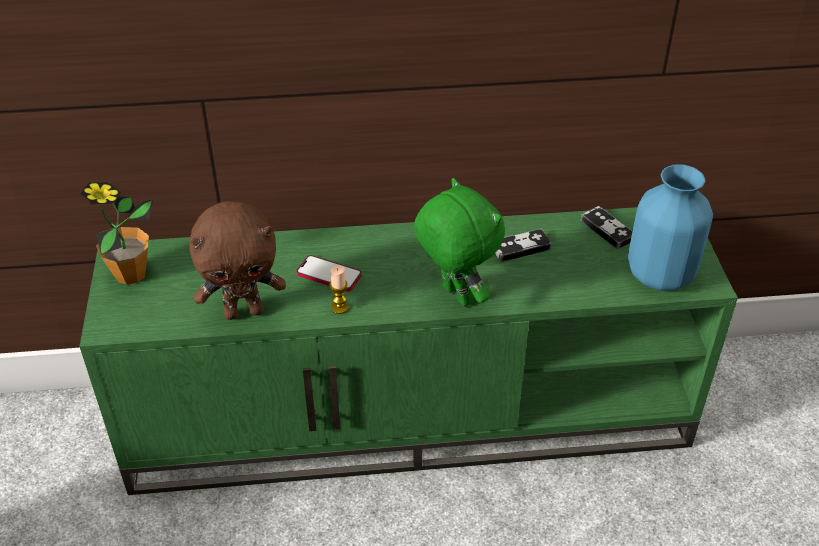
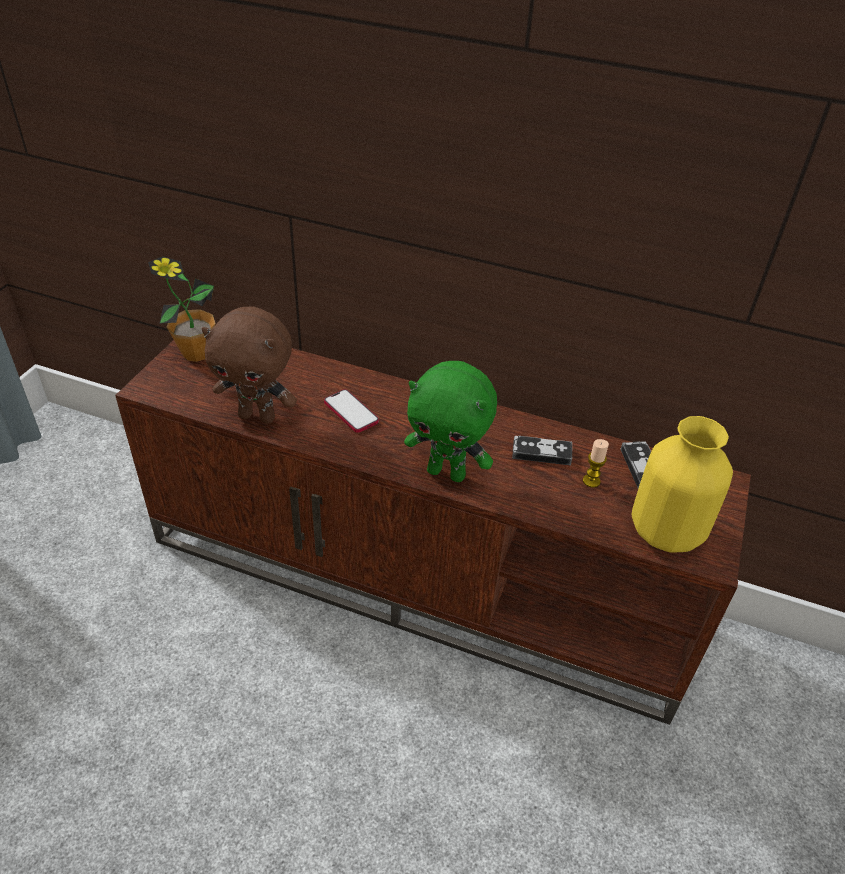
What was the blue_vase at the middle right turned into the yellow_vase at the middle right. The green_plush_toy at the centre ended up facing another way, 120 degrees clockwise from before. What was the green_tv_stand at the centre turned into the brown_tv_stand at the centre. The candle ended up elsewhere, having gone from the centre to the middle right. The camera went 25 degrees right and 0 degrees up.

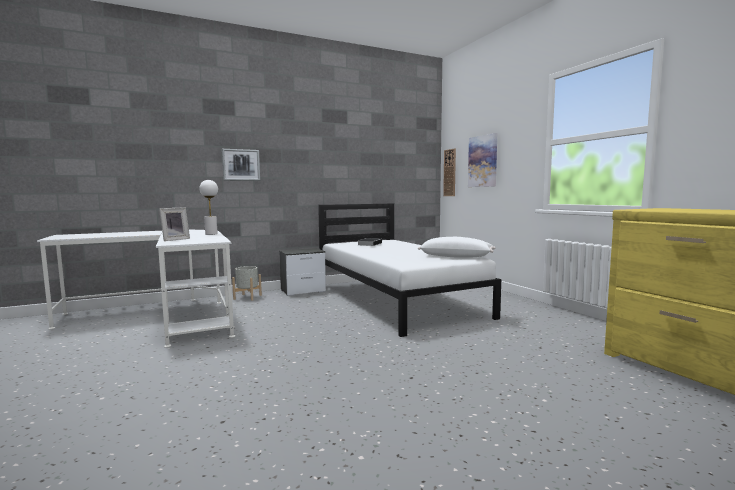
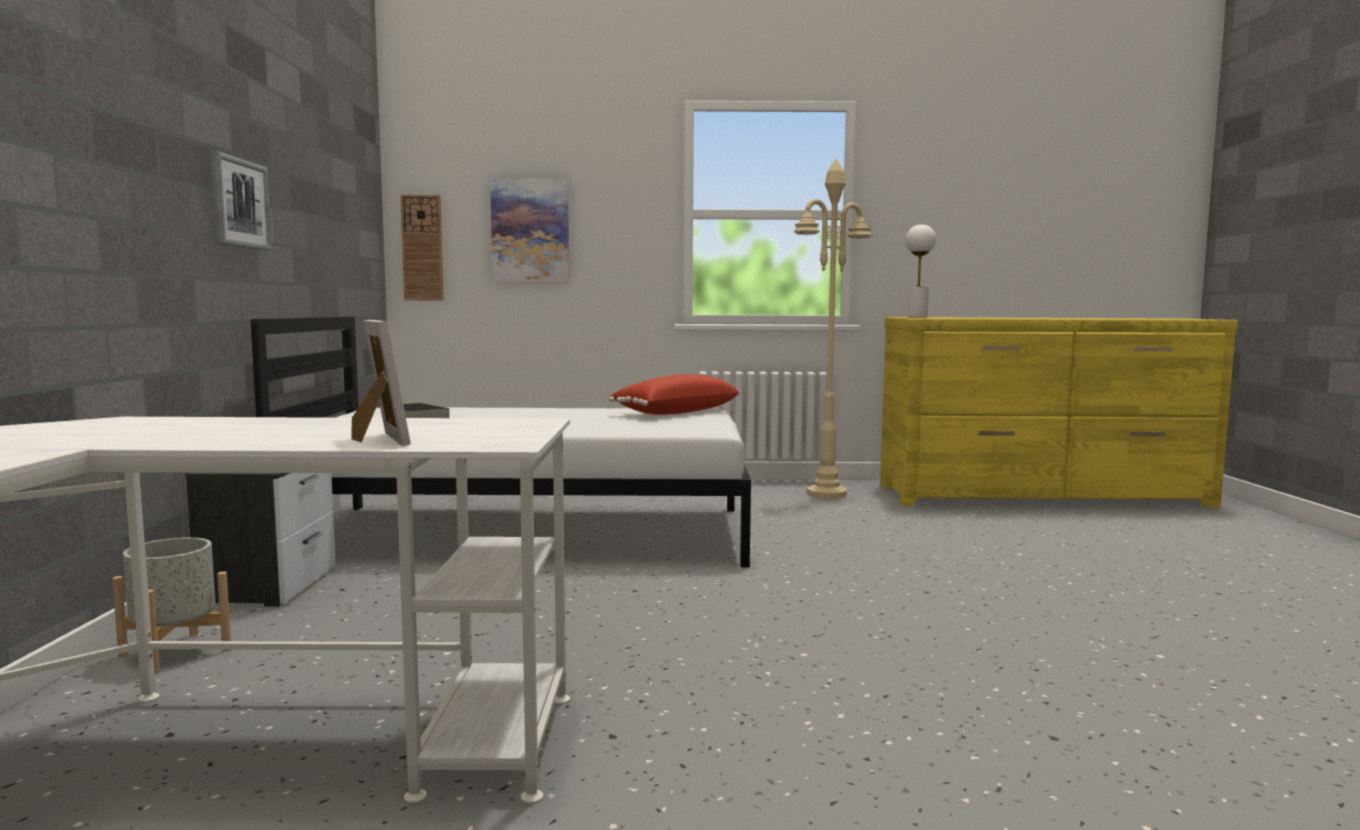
The picture (1st from left) ended up elsewhere, having gone from the middle left to the top left. The white_table_lamp ended up elsewhere, having gone from the middle left to the top right. What was the white_pillow at the centre turned into the red_pillow at the centre. The second view gained the beige_floor_lamp at the centre. The camera went 65 degrees left and 0 degrees up.

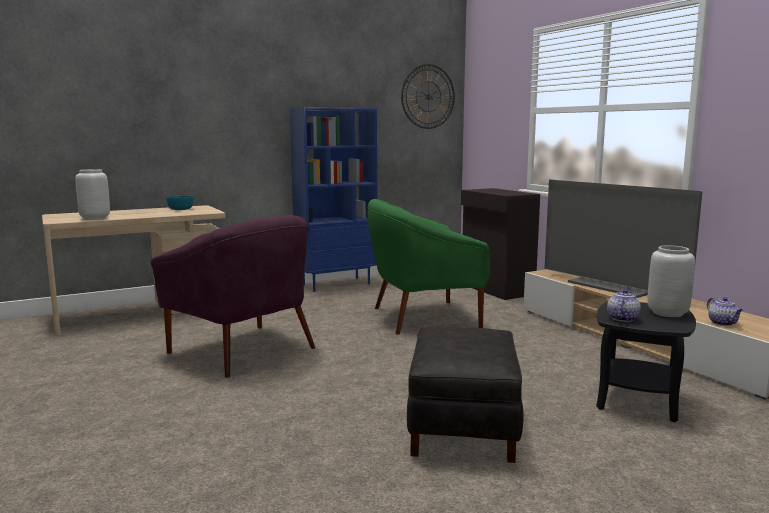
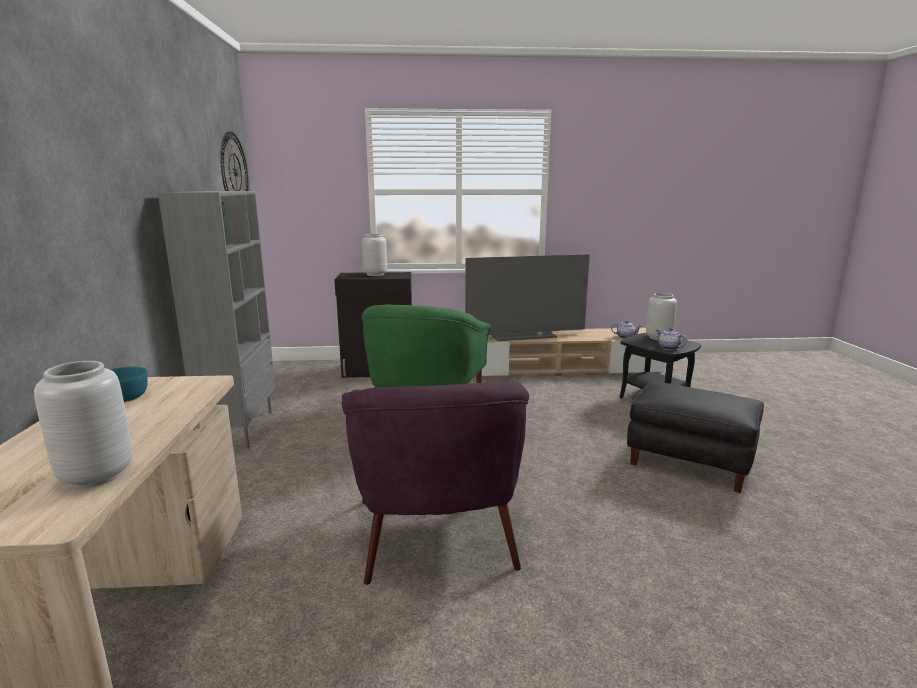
What was the blue_bookcase at the centre turned into the grey_bookcase at the middle left. The purple_armchair at the middle left ended up facing another way, 105 degrees clockwise from before. The second view gained the grey_vase (2nd from left) at the centre. The camera went 65 degrees left and 5 degrees up.

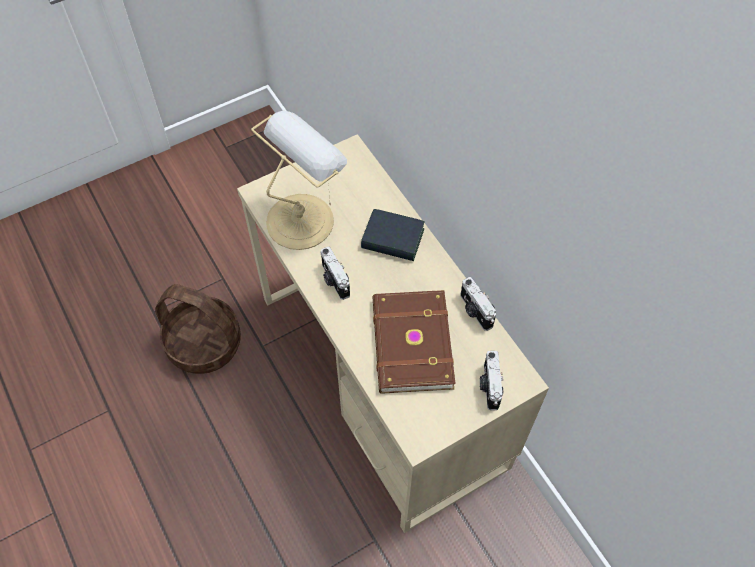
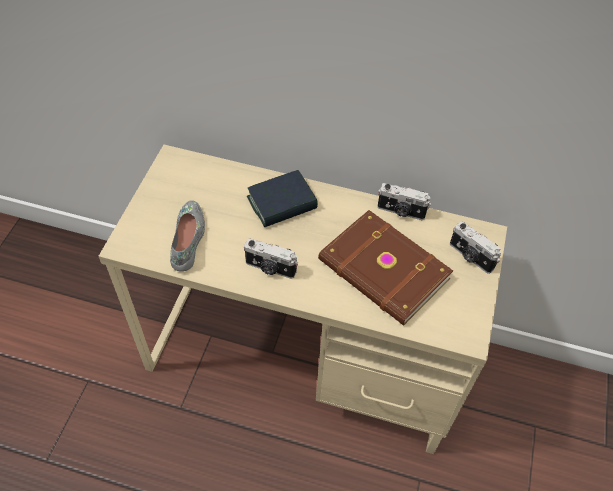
Where the table_lamp stood at the top centre, the grey_shoe came to stand at the middle left. The second view lost the basket at the middle left. The camera went 45 degrees left and 5 degrees down.

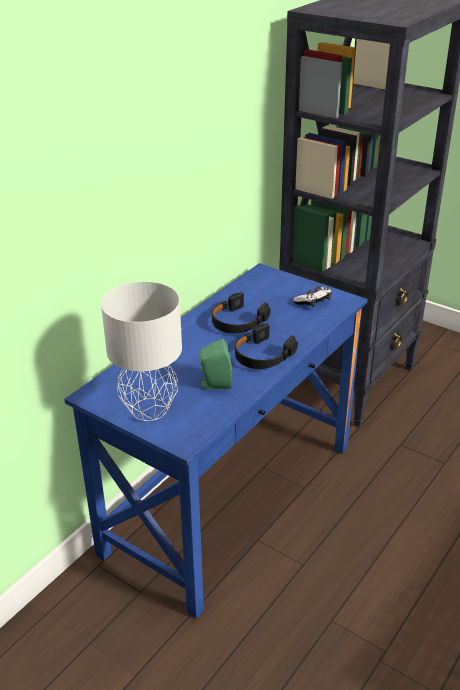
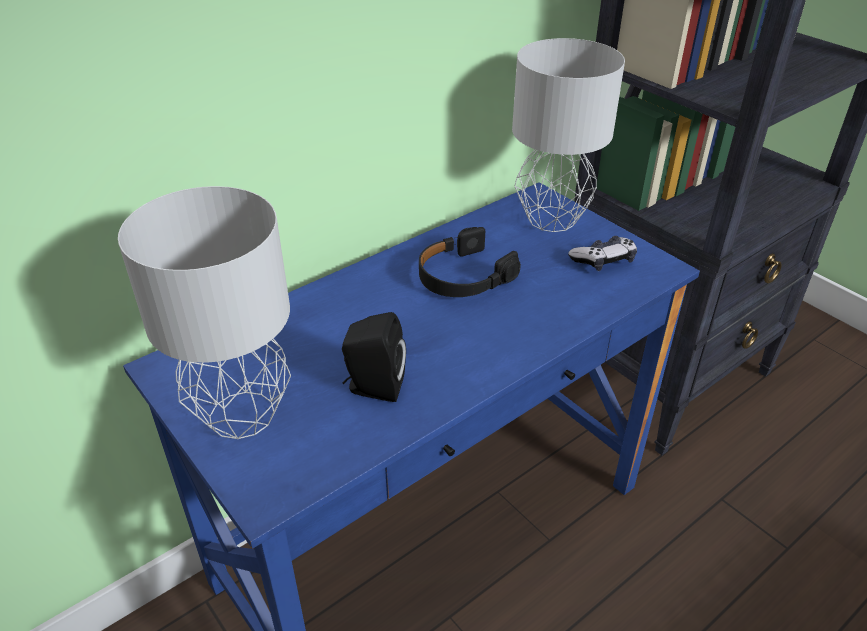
The second view lost the black_headphones (2nd from left) at the centre. What was the green_speaker at the centre turned into the black_speaker at the centre. The second view gained the grey_table_lamp (2nd from left) at the top centre. The camera went 15 degrees right and 5 degrees up.

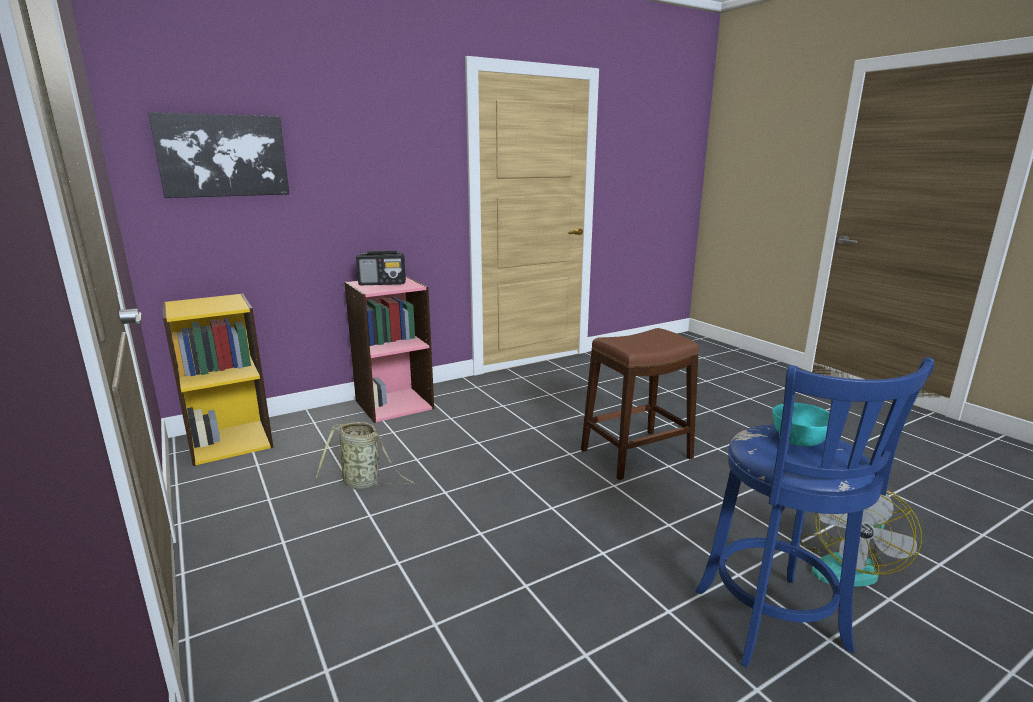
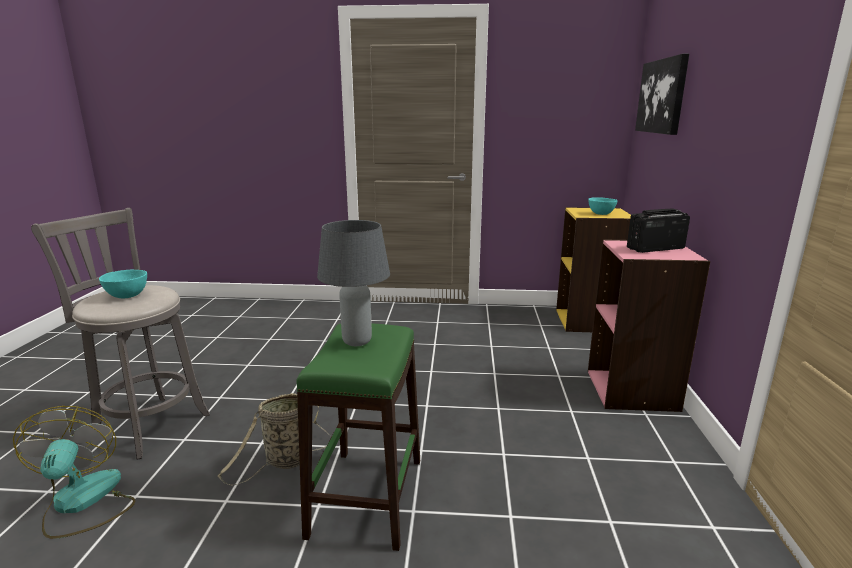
The radio at the centre ended up facing another way, 45 degrees clockwise from before. What was the brown_stool at the centre turned into the green_stool at the bottom centre. What was the blue_stool at the bottom right turned into the grey_stool at the middle left. The basket ended up elsewhere, having gone from the centre to the bottom left. The second view gained the turquoise_bowl (2nd from left) at the middle right. The second view gained the grey_table_lamp at the centre. The camera went 125 degrees right and 0 degrees up.

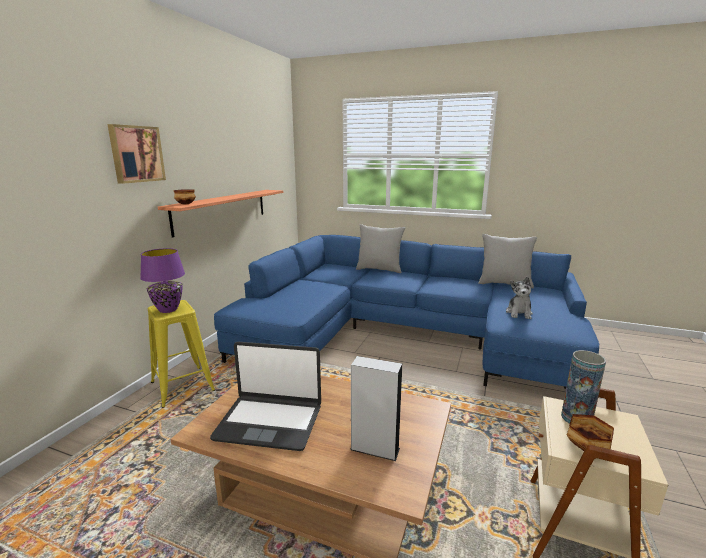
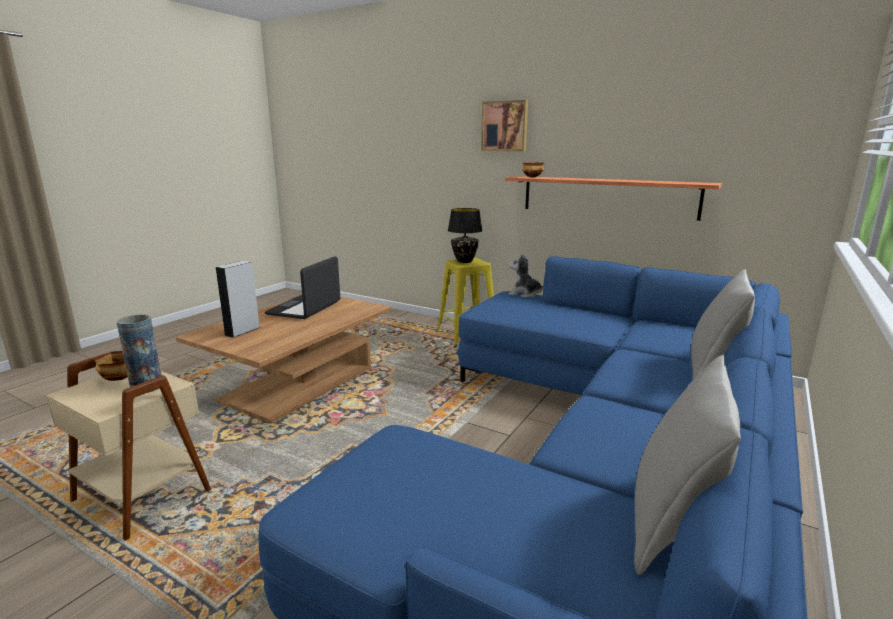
What was the purple_table_lamp at the middle left turned into the black_table_lamp at the centre. The plush_toy ended up elsewhere, having gone from the middle right to the centre. The camera went 100 degrees right and 0 degrees up.

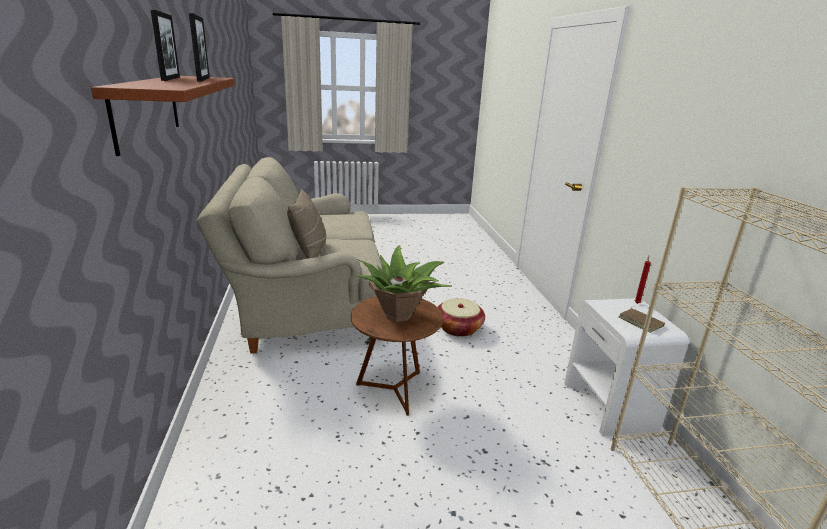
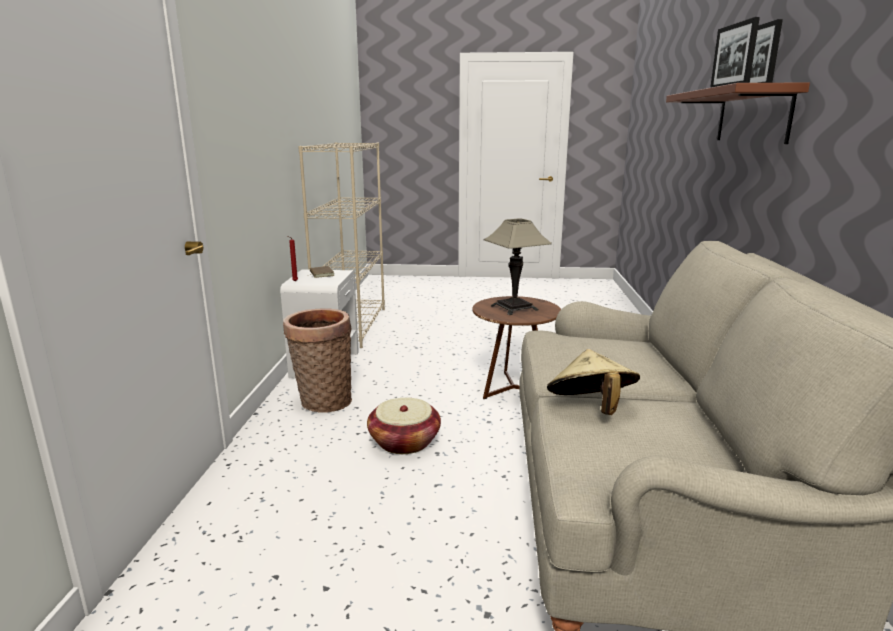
The second view lost the beige_pillow at the centre. Where the potted_plant stood at the centre, the table_lamp came to stand at the centre. The second view gained the basket (1st from left) at the centre. The second view gained the beige_hat at the centre. The camera went 165 degrees left and 5 degrees down.

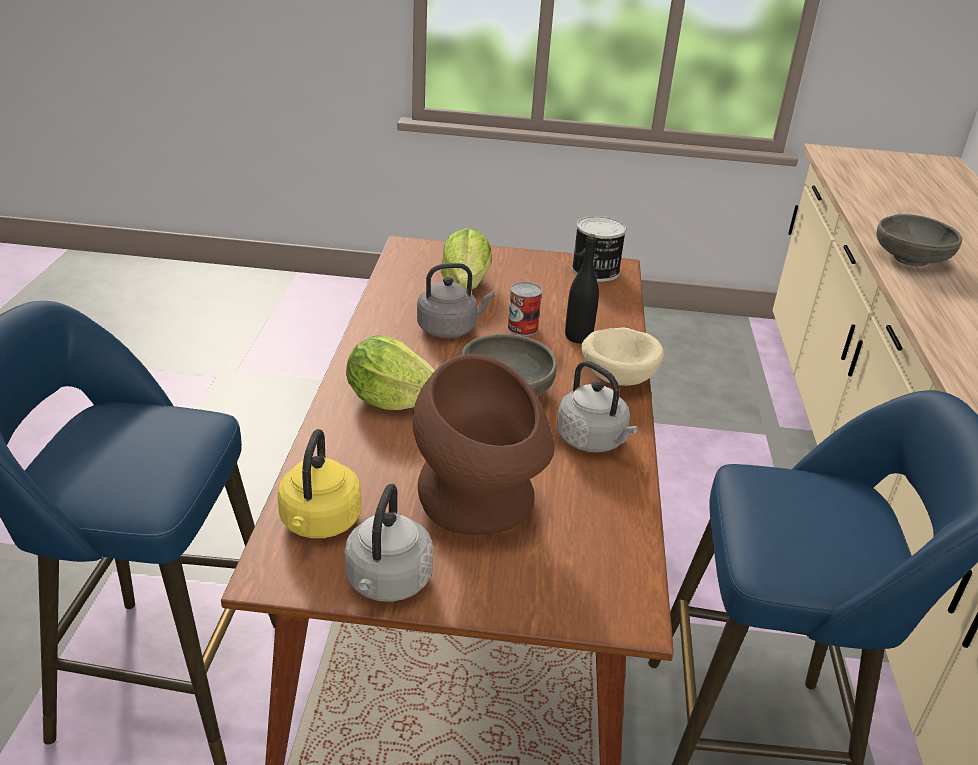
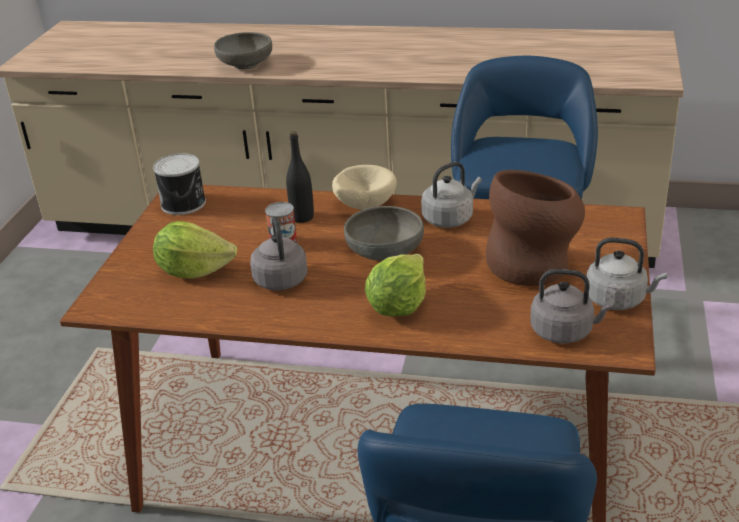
What was the yellow_kettle at the middle left turned into the grey_kettle (3rd from left) at the middle right. The camera went 80 degrees left and 0 degrees up.

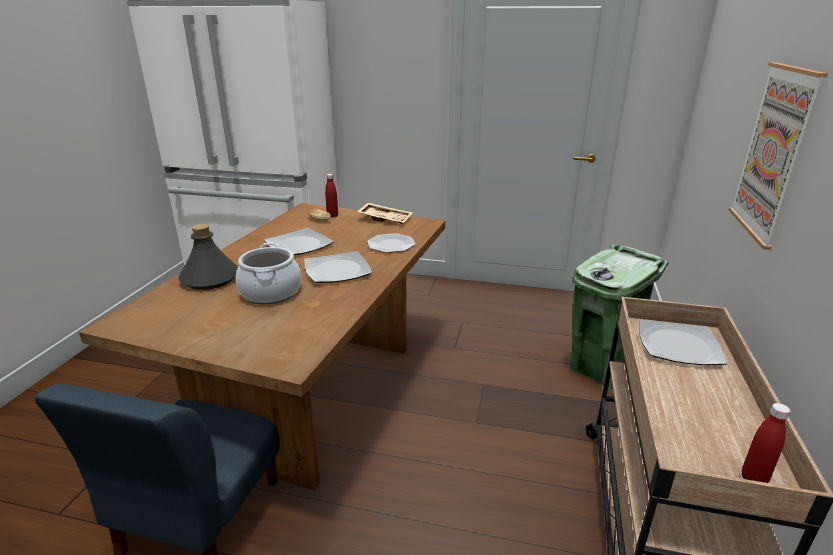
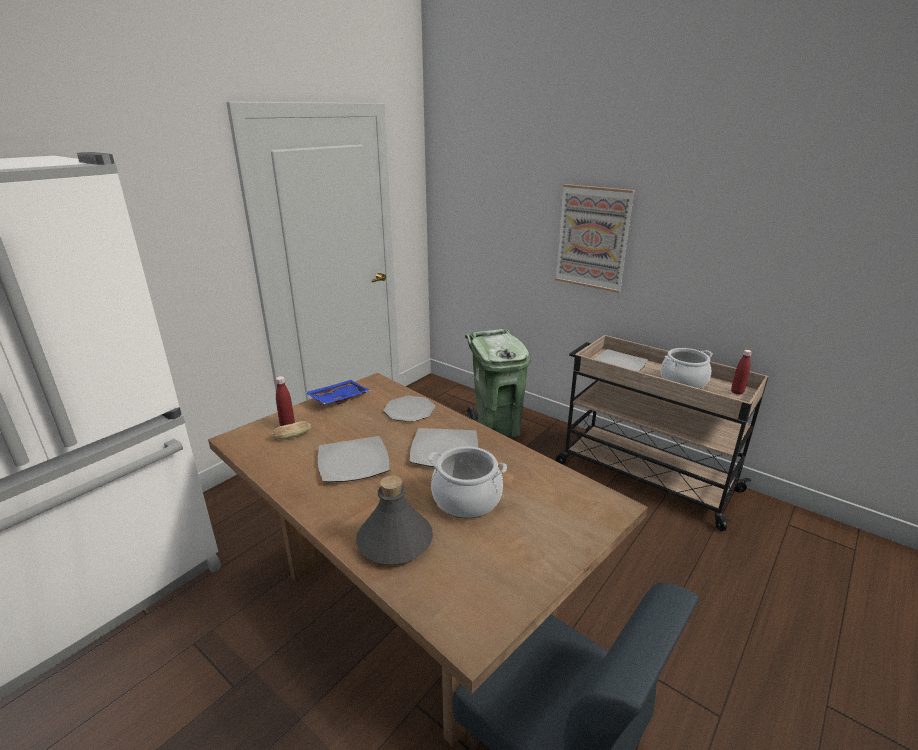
What was the beige_tray at the centre turned into the blue_tray at the centre. The second view gained the cooking_pot (2nd from left) at the middle right. The camera went 65 degrees left and 0 degrees up.

